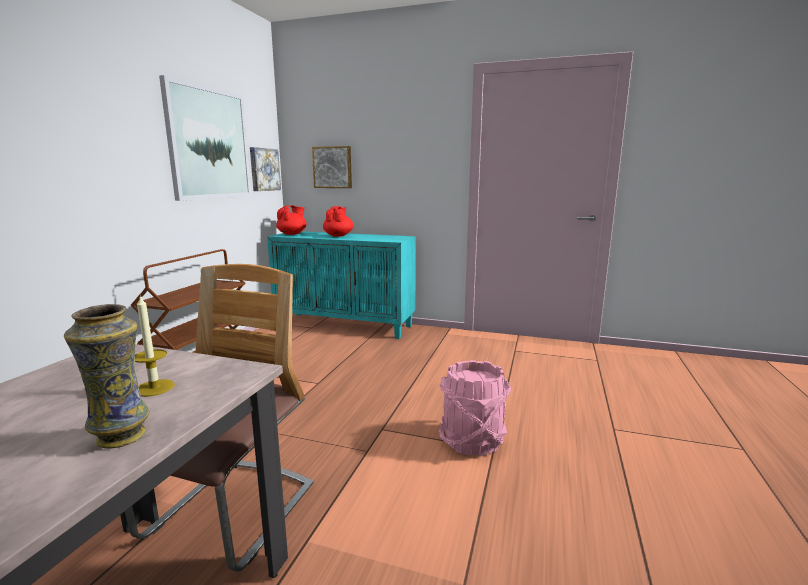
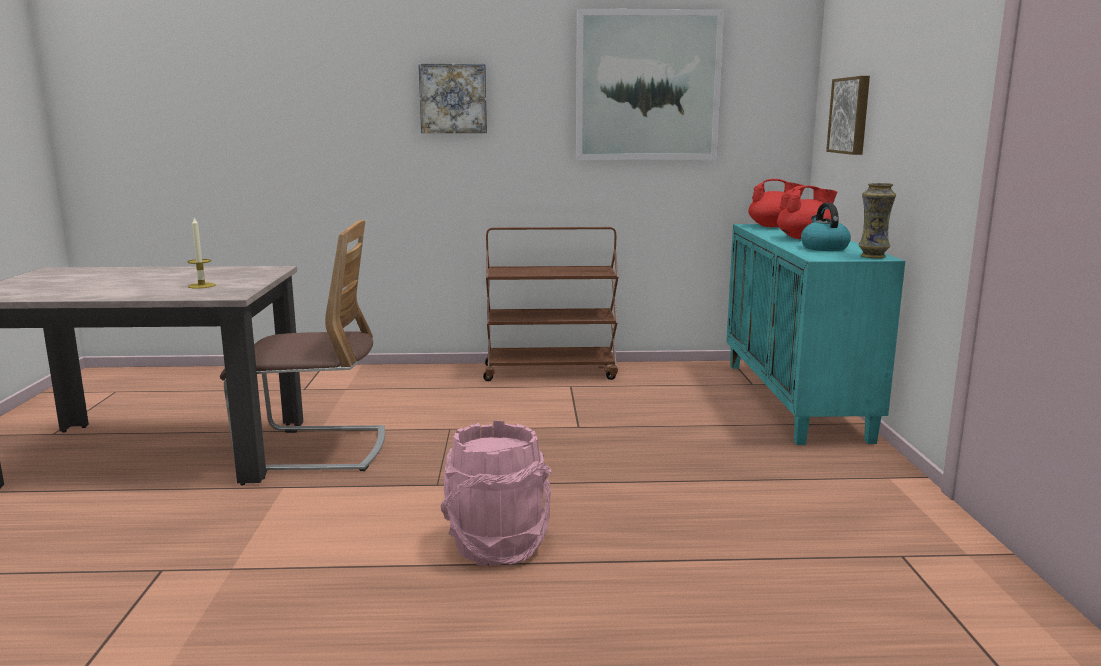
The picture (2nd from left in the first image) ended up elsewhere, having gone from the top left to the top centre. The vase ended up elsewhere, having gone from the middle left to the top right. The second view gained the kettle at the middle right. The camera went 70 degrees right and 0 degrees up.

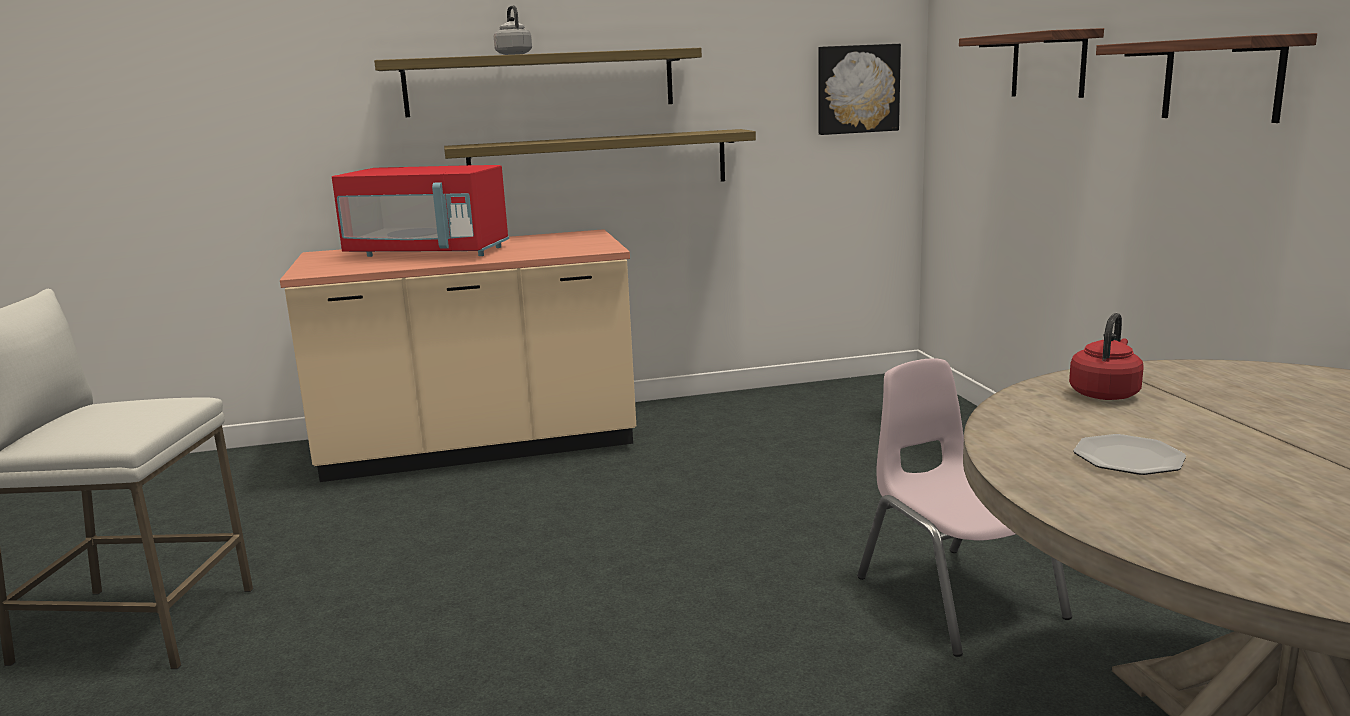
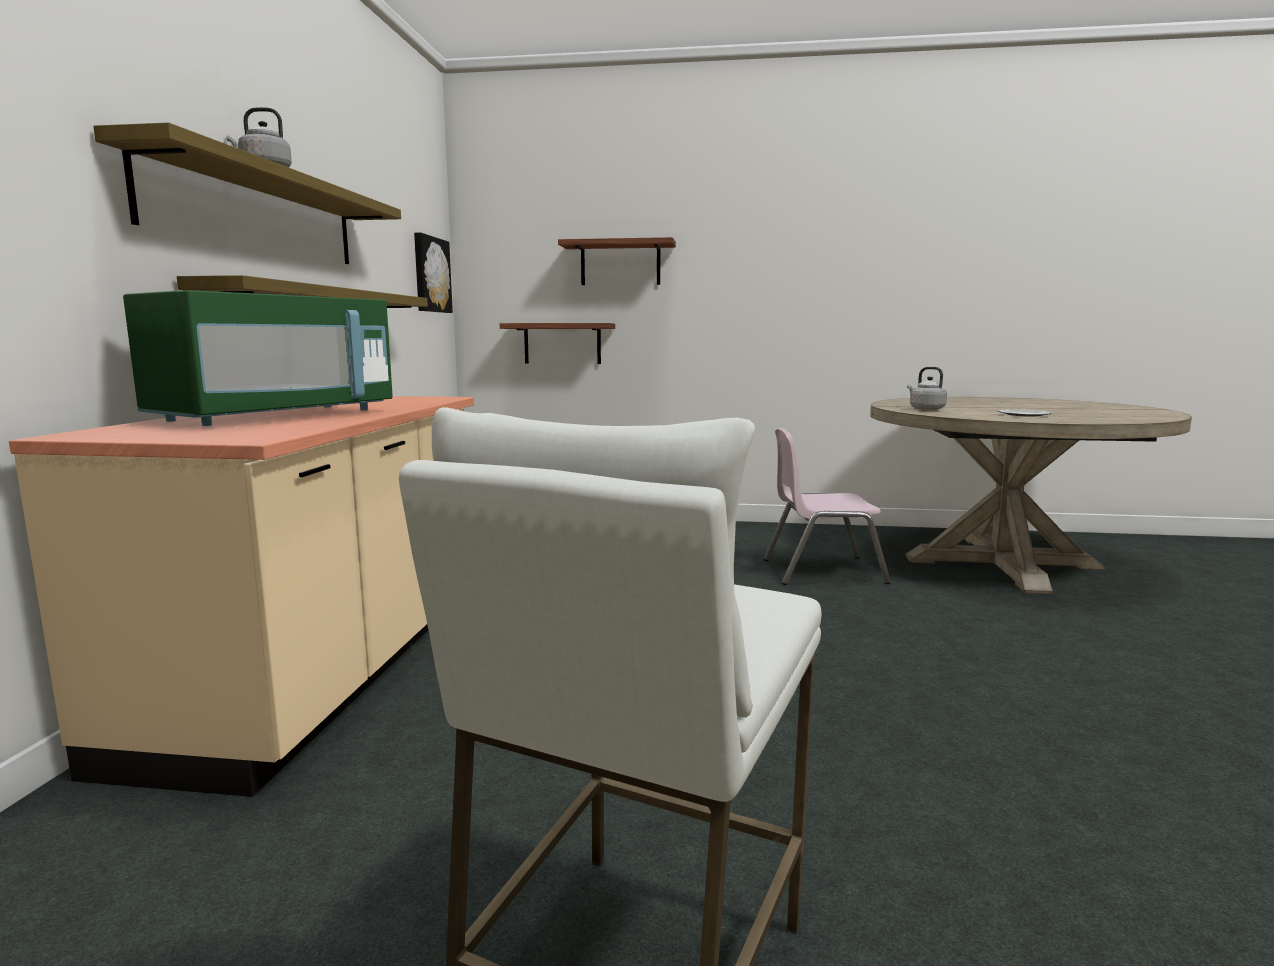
The shelf (4th from left in the first image) ended up elsewhere, having gone from the top right to the centre. What was the red_microwave at the top left turned into the green_microwave at the middle left. What was the red_kettle at the middle right turned into the grey_kettle (2nd from left) at the middle right. The camera went 70 degrees left and 5 degrees down.

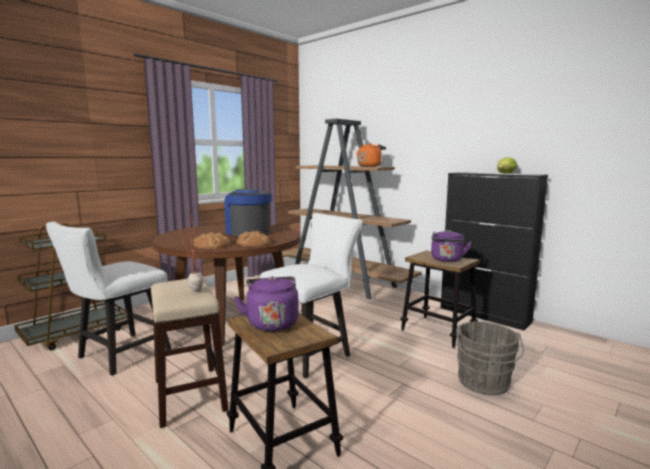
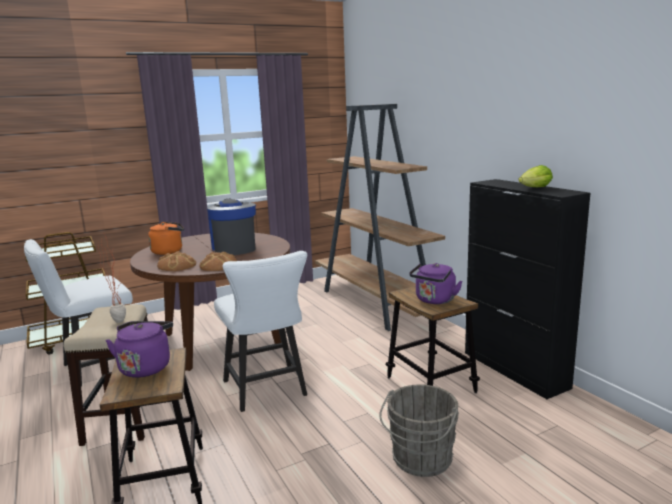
The orange_kettle ended up elsewhere, having gone from the top centre to the middle left. The white_chair (2nd from left) at the centre ended up facing another way, 90 degrees clockwise from before. The camera went 20 degrees right and 5 degrees up.

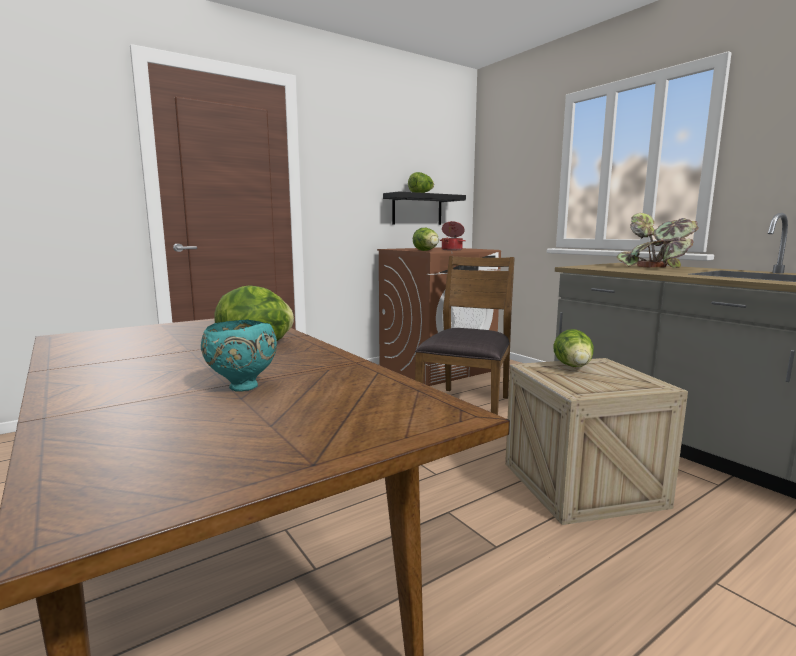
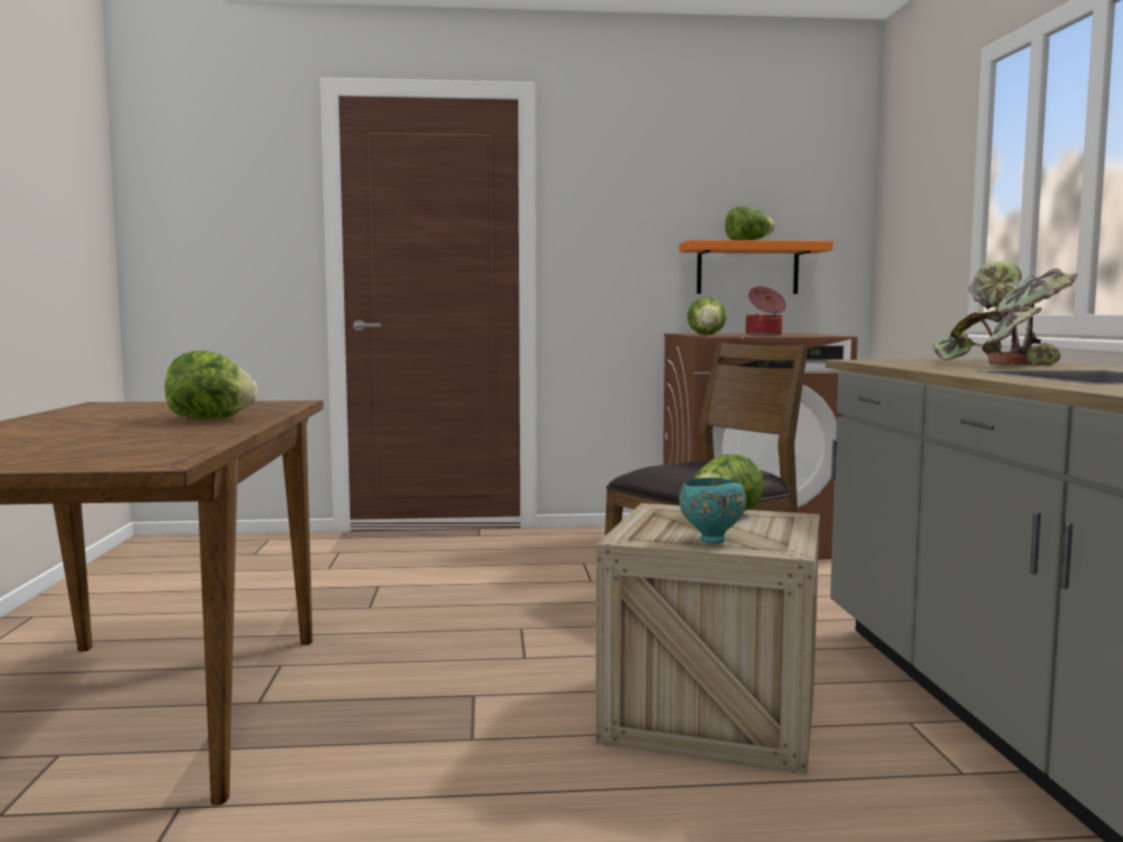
What was the black_shelf at the top centre turned into the orange_shelf at the top right. The turquoise_bowl ended up elsewhere, having gone from the middle left to the centre. The camera went 30 degrees right and 5 degrees down.

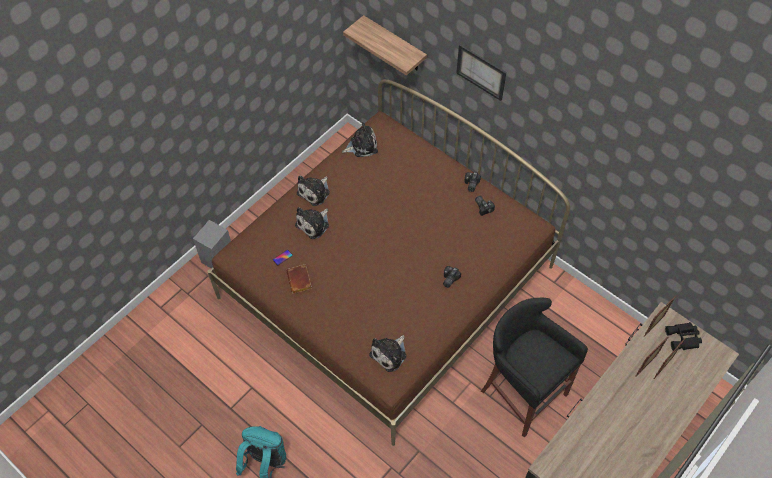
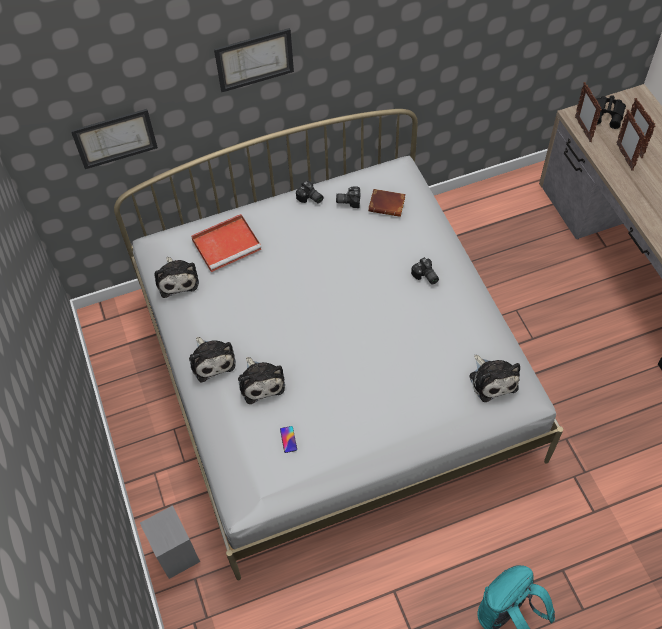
Where the shelf hung at the top centre, the picture (1st from left) came to hang at the top left. What was the brown_bed at the centre turned into the white_bed at the centre. The plush_toy (3rd from left in the first image) at the top centre ended up facing another way, 150 degrees clockwise from before. The brown_book ended up elsewhere, having gone from the centre to the top centre. The second view lost the black_stool at the bottom right. The second view gained the red_tray at the centre. The camera went 60 degrees left and 0 degrees up.

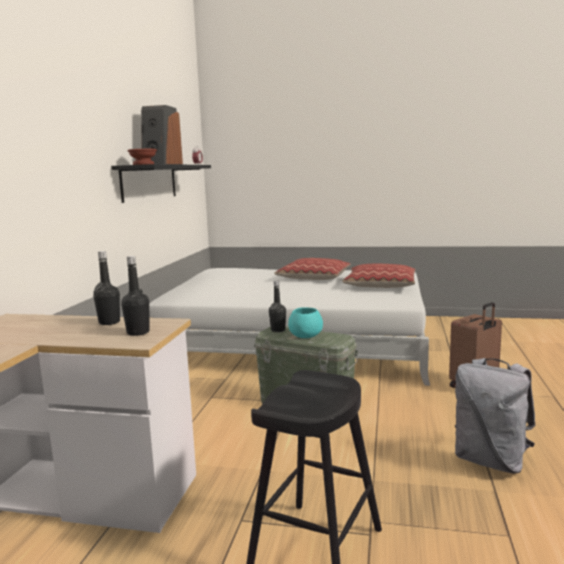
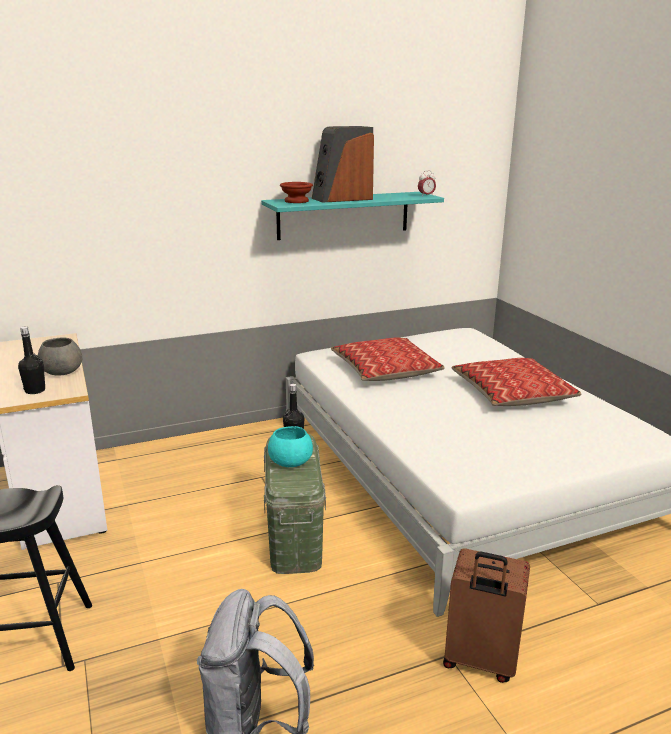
What was the black_shelf at the top left turned into the turquoise_shelf at the top centre. Where the black_bottle (1st from left) stood at the middle left, the grey_bowl came to stand at the middle left. The pillow (2nd from left in the first image) ended up elsewhere, having gone from the middle right to the centre. The camera went 55 degrees right and 10 degrees up.

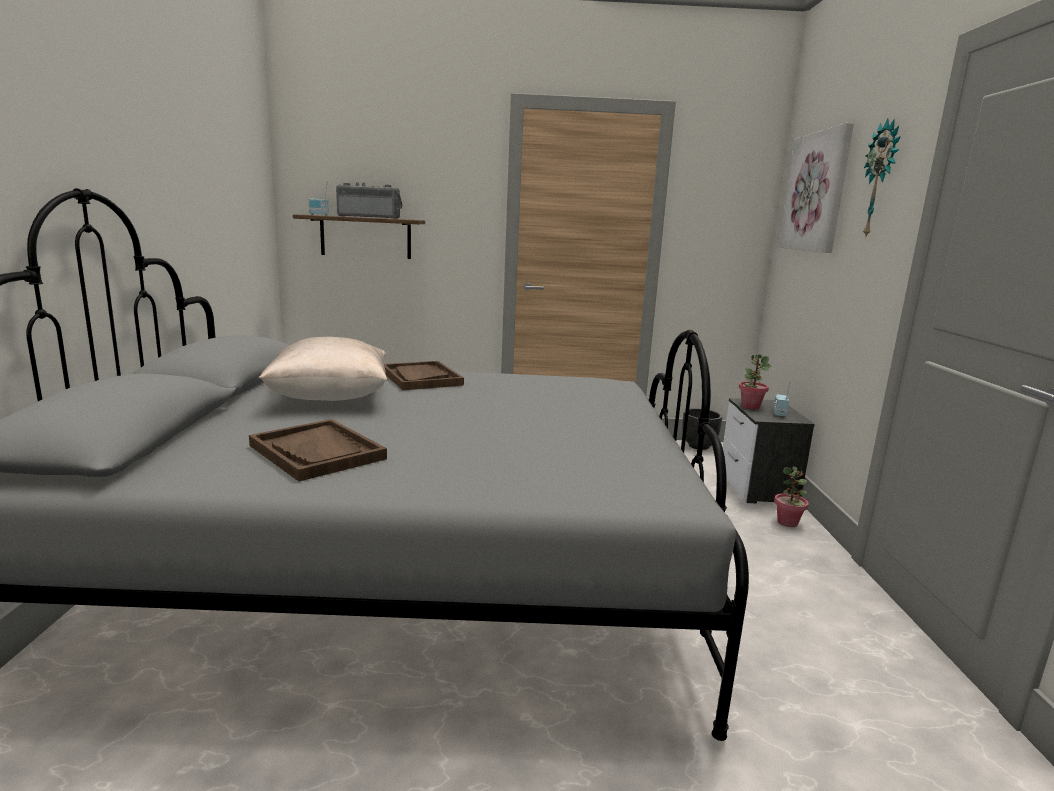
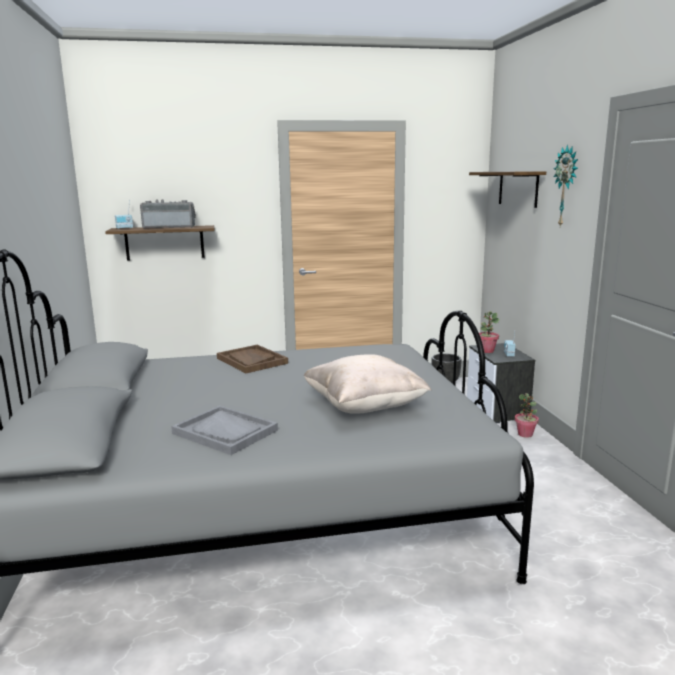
Where the picture hung at the top right, the shelf (2nd from left) came to hang at the top right. The beige_pillow ended up elsewhere, having gone from the middle left to the centre. What was the brown_tray (1st from left) at the middle left turned into the grey_tray at the middle left. The camera went 10 degrees left and 0 degrees up.

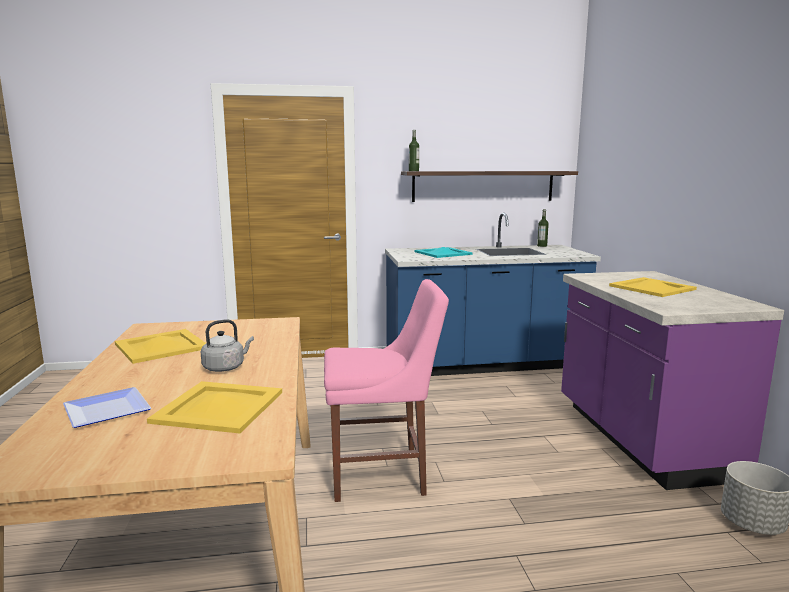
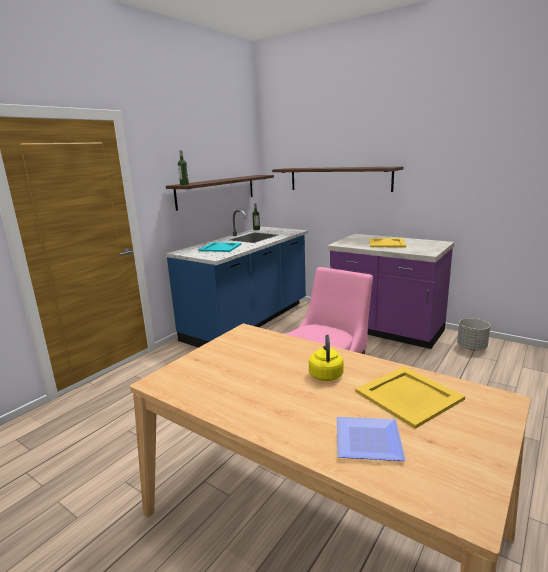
What was the grey_kettle at the middle left turned into the yellow_kettle at the centre. The second view lost the yellow_tray (1st from left) at the middle left. The second view gained the shelf (2nd from left) at the top centre. The camera went 45 degrees left and 5 degrees up.

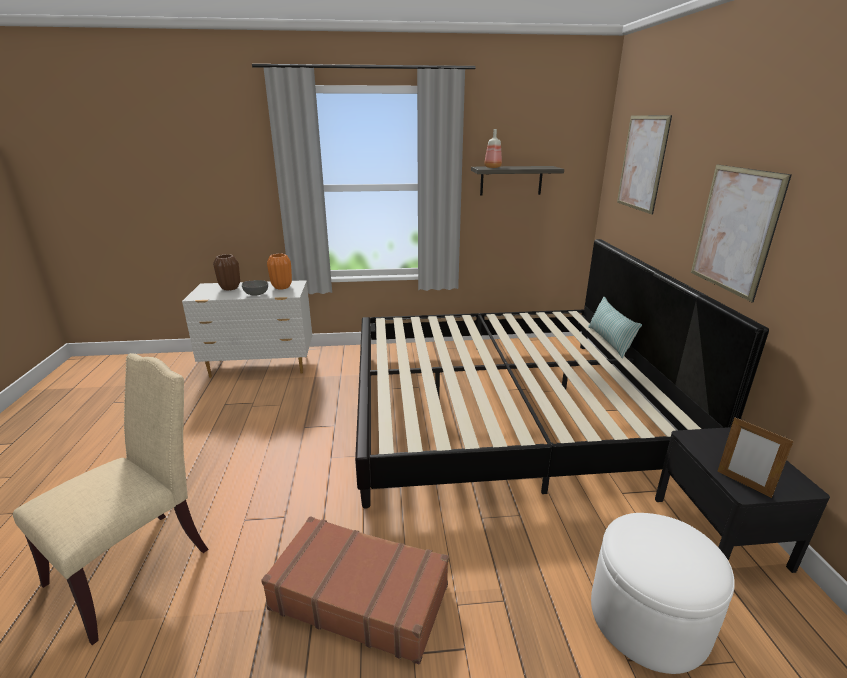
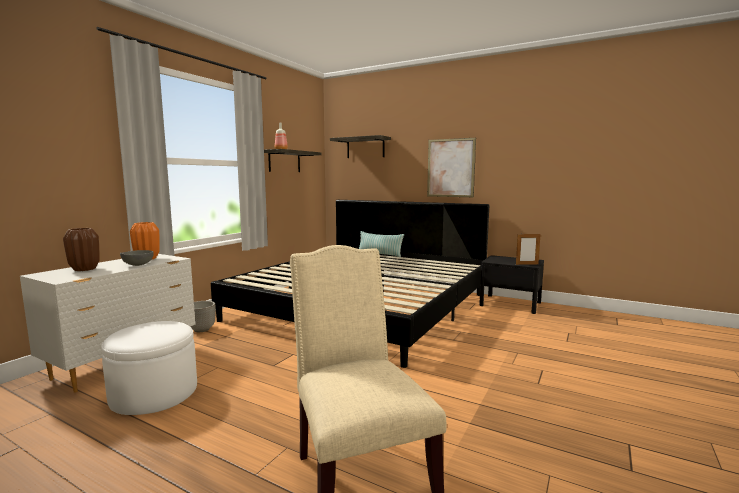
Where the picture (1st from left) hung at the top right, the shelf (2nd from left) came to hang at the top centre. The white_ottoman ended up elsewhere, having gone from the bottom right to the bottom left. The second view lost the brown_suitcase at the bottom centre. The second view gained the planter at the middle left. The camera went 55 degrees left and 15 degrees down.

